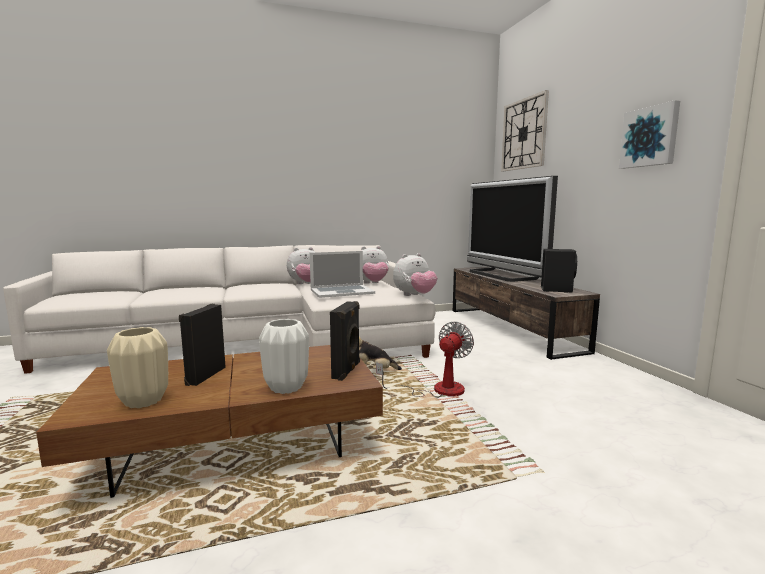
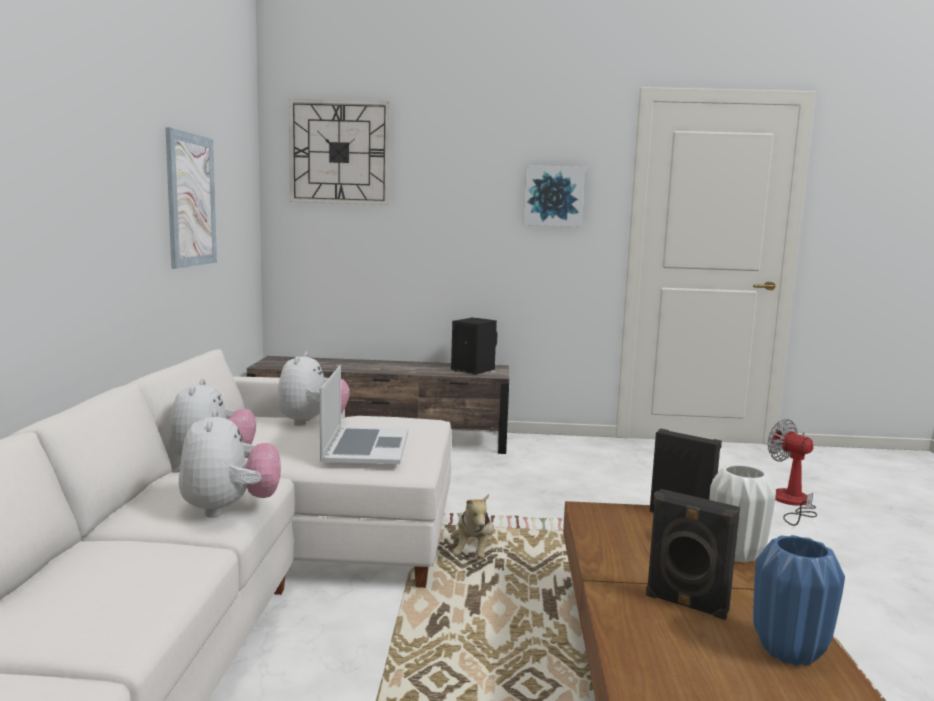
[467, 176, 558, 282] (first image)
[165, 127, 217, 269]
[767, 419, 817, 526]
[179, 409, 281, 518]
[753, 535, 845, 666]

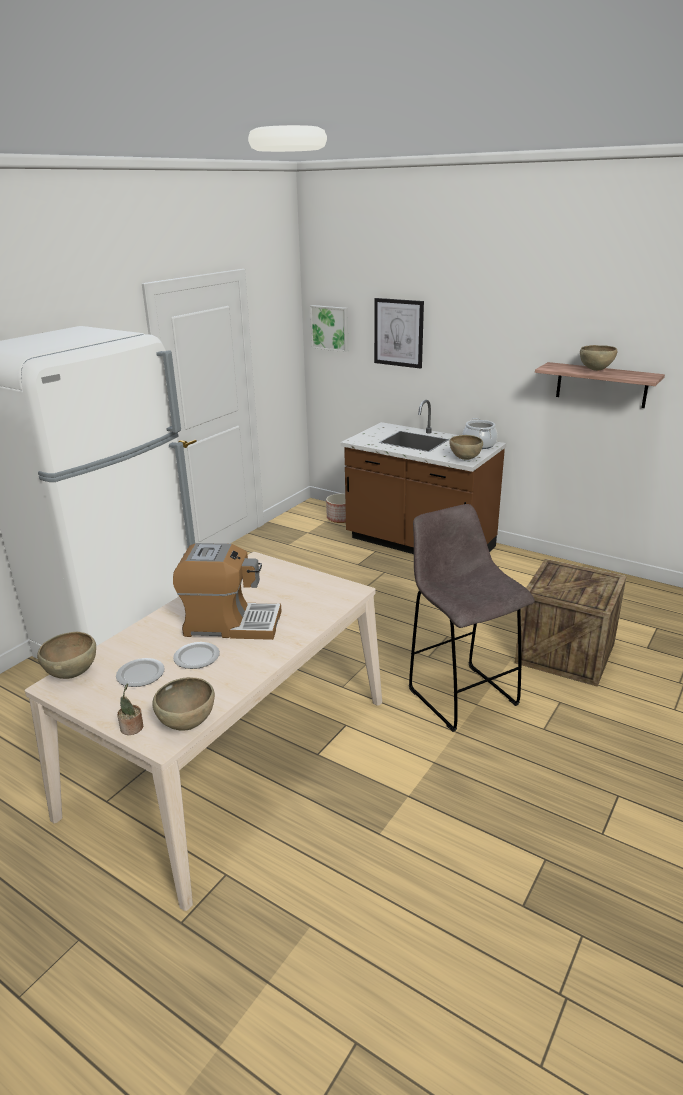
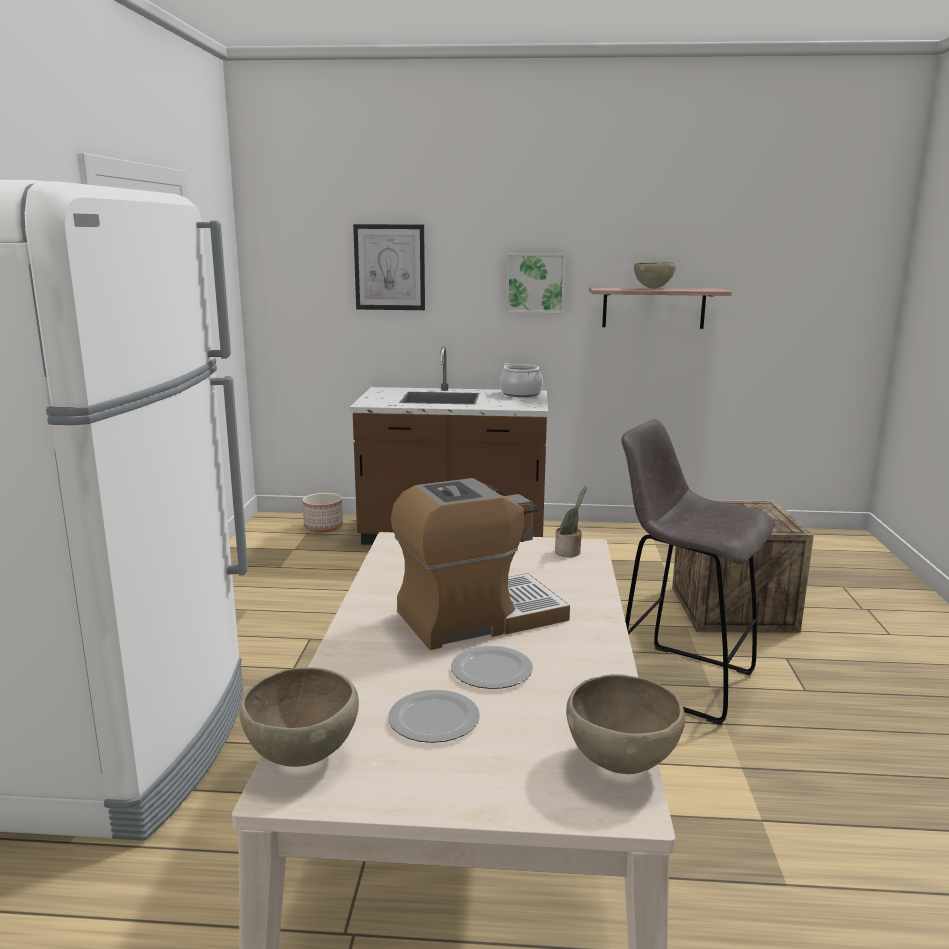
[449, 435, 483, 460] (first image)
[555, 486, 587, 557]
[506, 253, 566, 313]

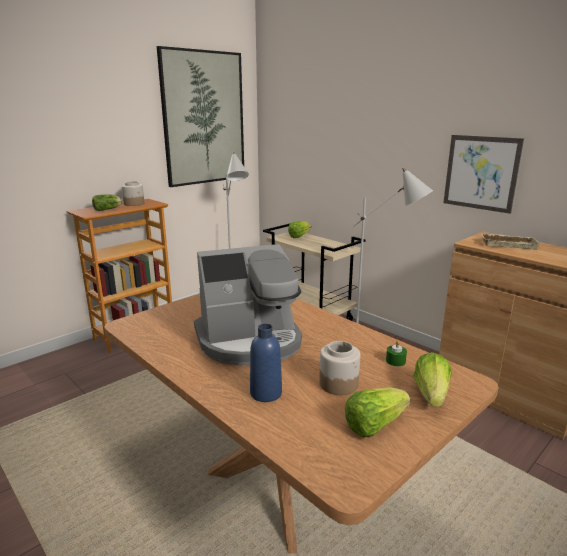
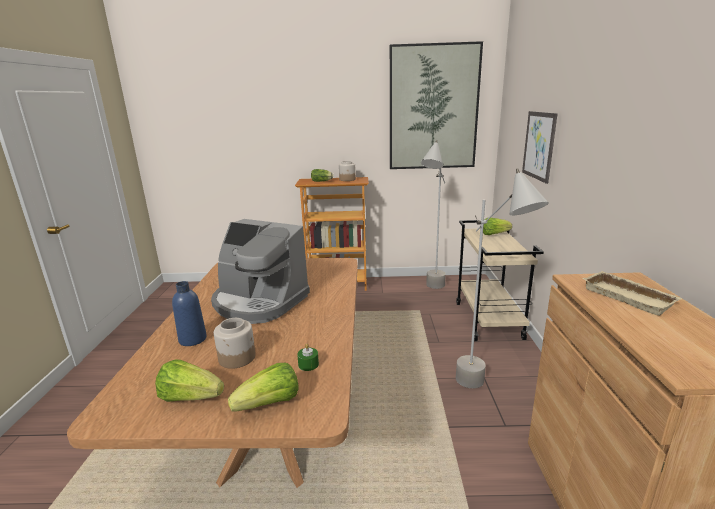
[522, 111, 558, 184]

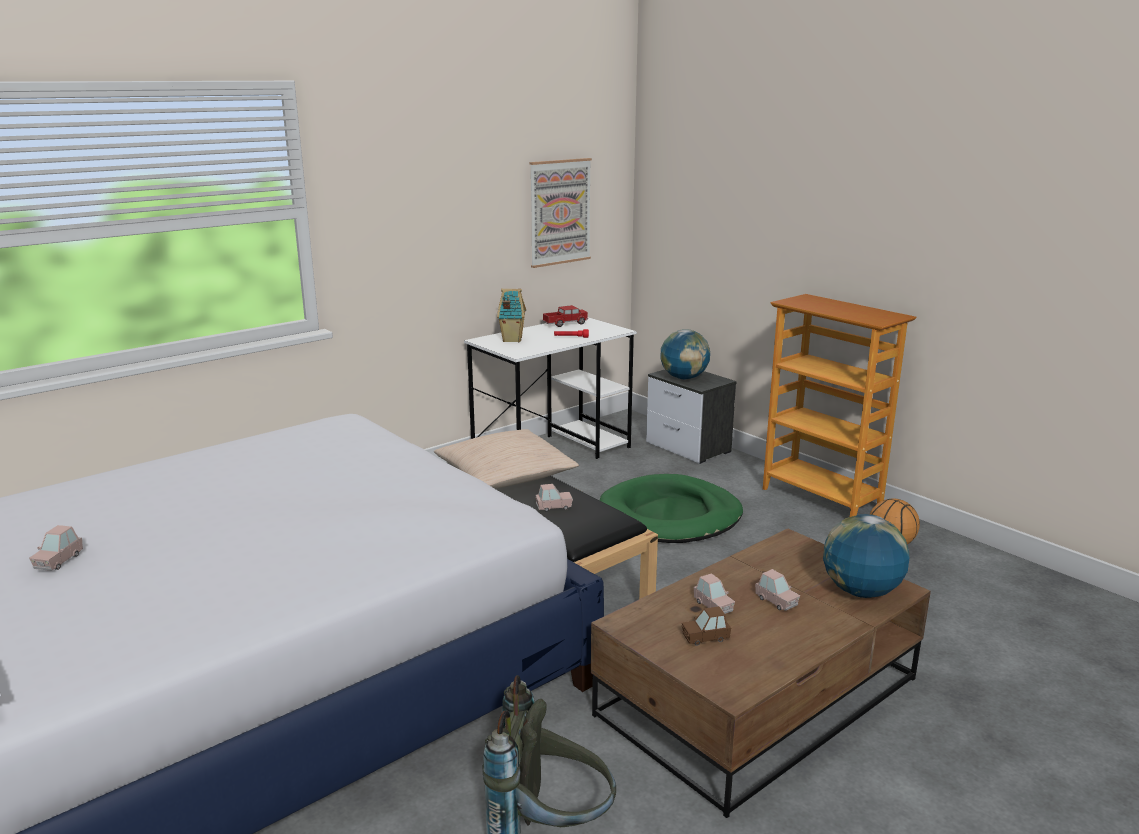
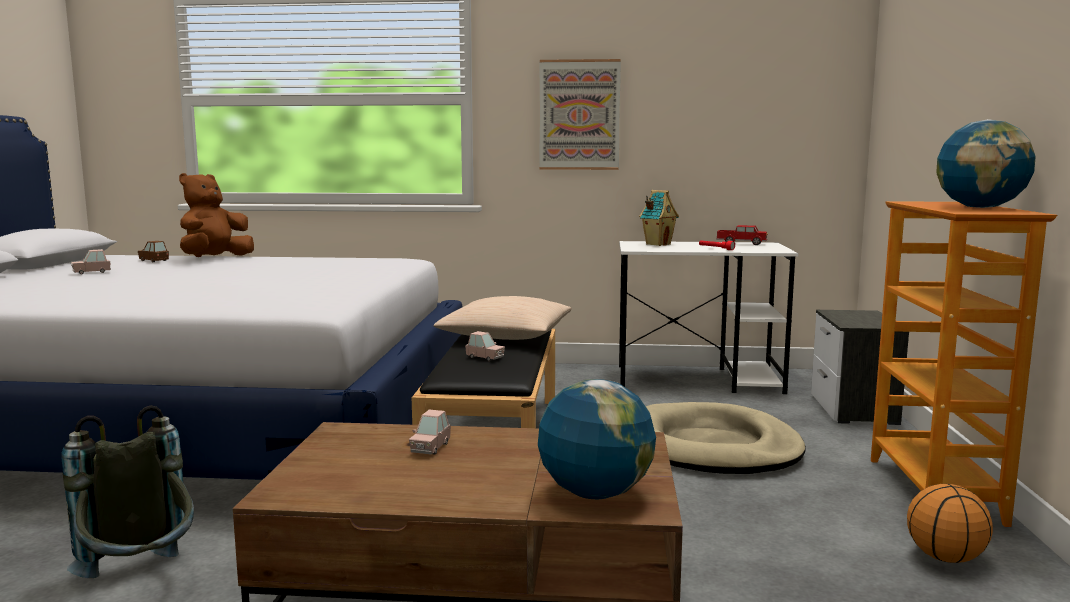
[755, 569, 800, 611] (first image)
[179, 173, 254, 257]
[539, 59, 621, 170]
[936, 119, 1036, 208]
[138, 241, 169, 262]
[646, 402, 806, 474]

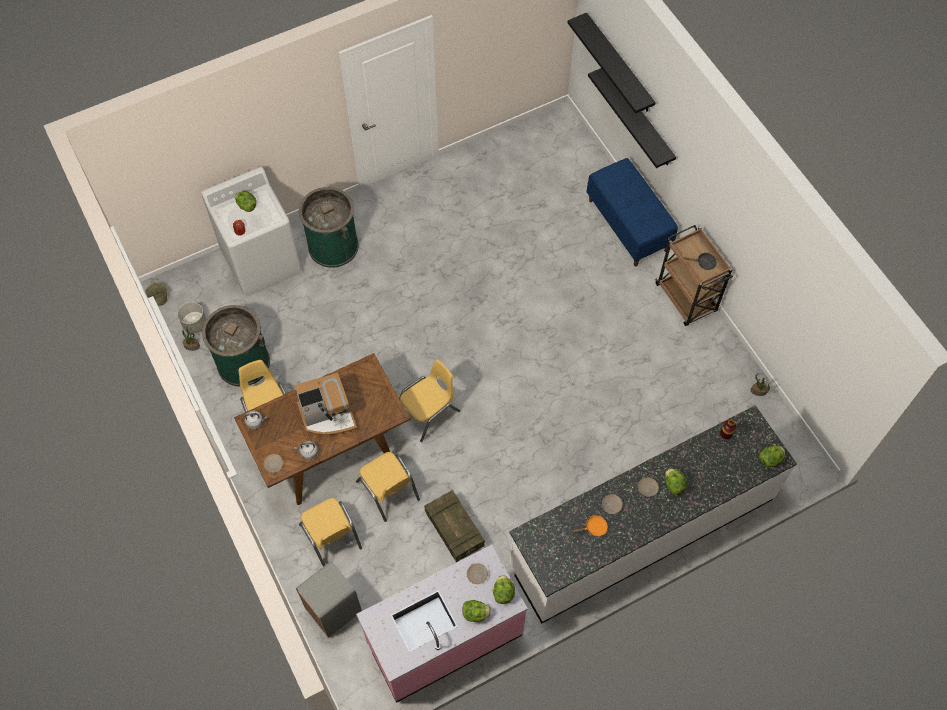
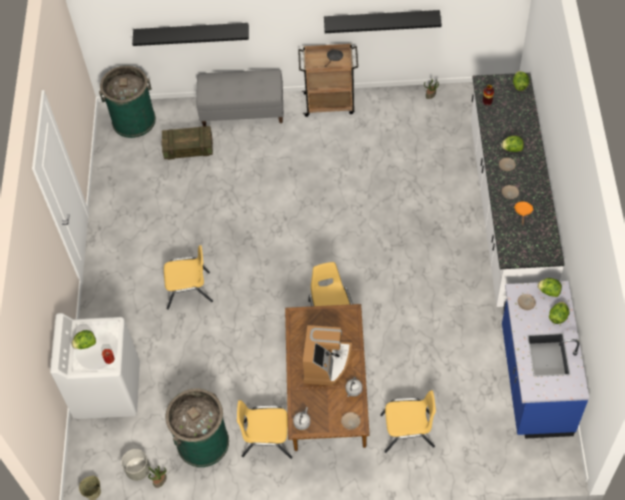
[296, 561, 362, 638] (first image)
[99, 65, 156, 138]
[164, 245, 213, 310]
[161, 126, 213, 160]
[324, 10, 442, 33]
[502, 281, 589, 439]
[196, 69, 284, 127]

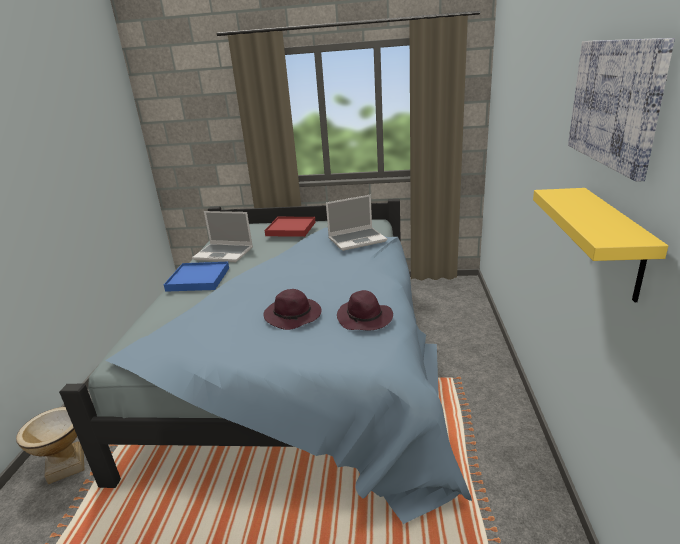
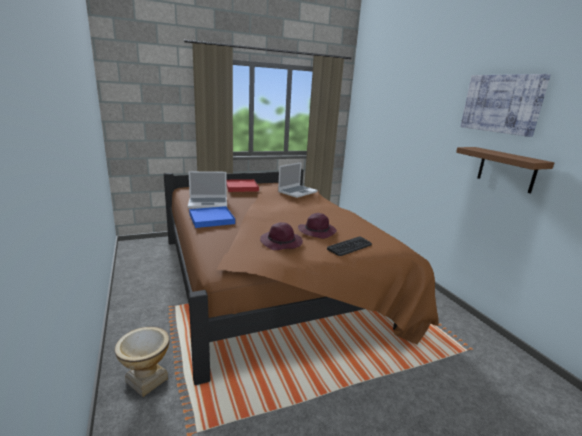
[327, 236, 372, 256]
[260, 222, 303, 250]
[164, 169, 439, 385]
[456, 147, 554, 193]

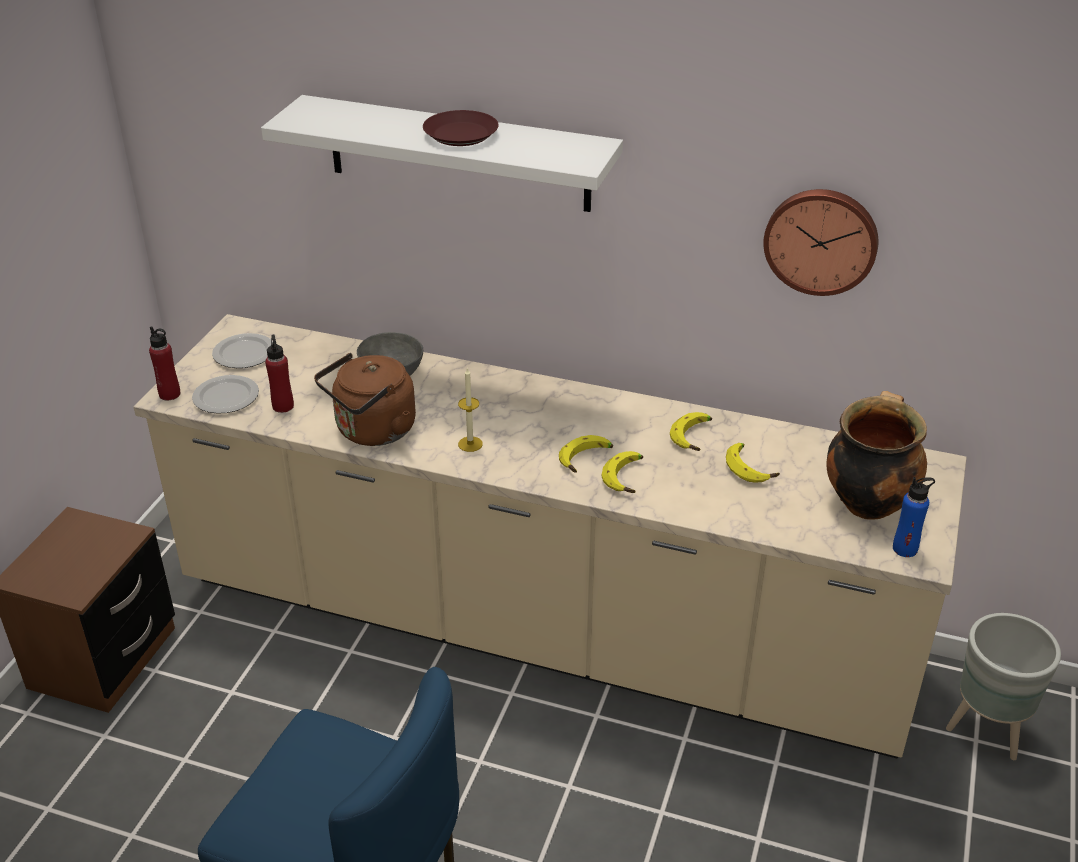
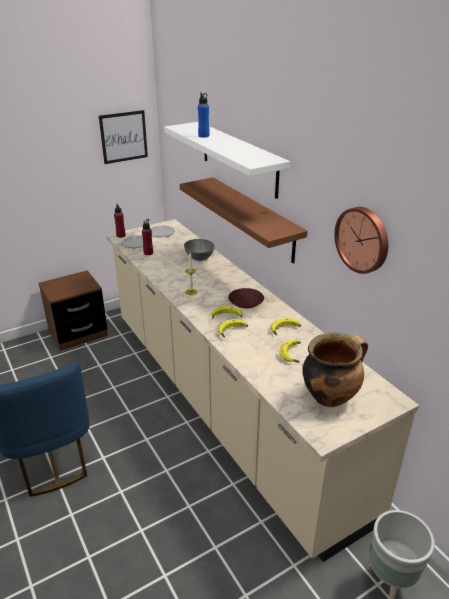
[314, 353, 416, 446] (first image)
[99, 110, 148, 164]
[180, 177, 307, 264]
[228, 288, 264, 308]
[198, 93, 210, 137]

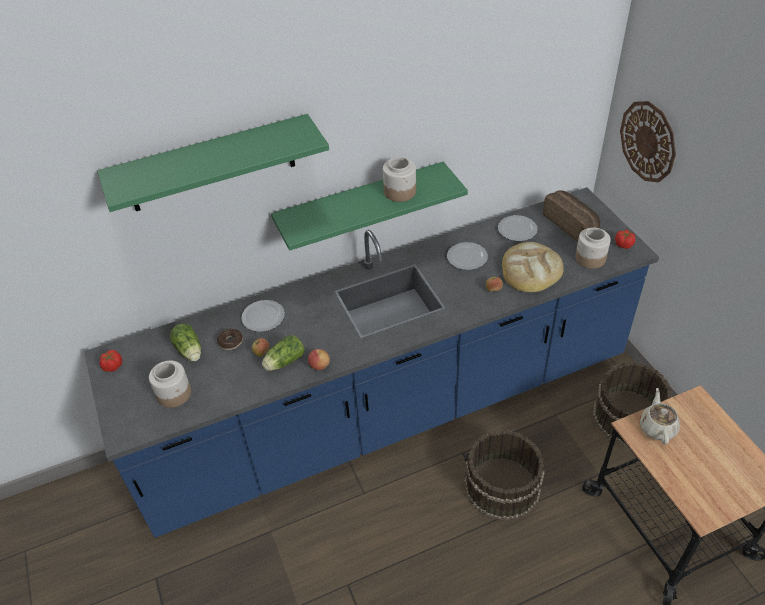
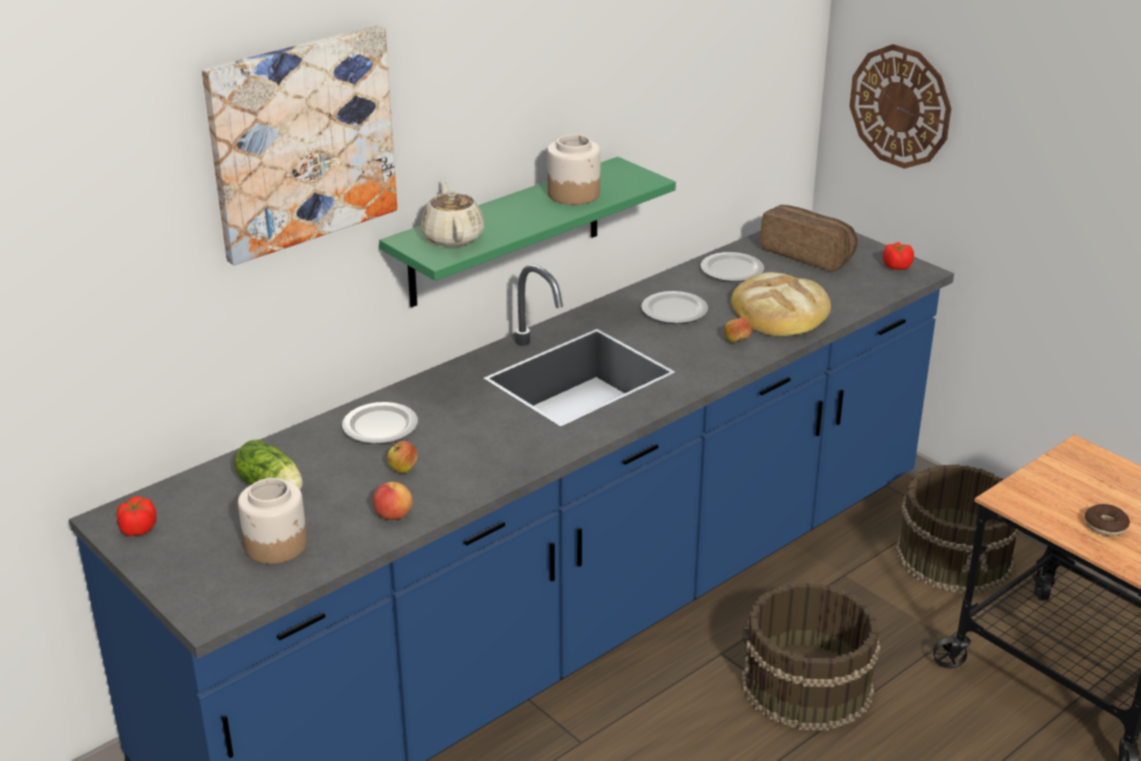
[262, 335, 305, 371] (first image)
[575, 228, 611, 269] (first image)
[1085, 504, 1130, 536]
[373, 482, 413, 520]
[421, 181, 484, 247]
[202, 25, 397, 265]

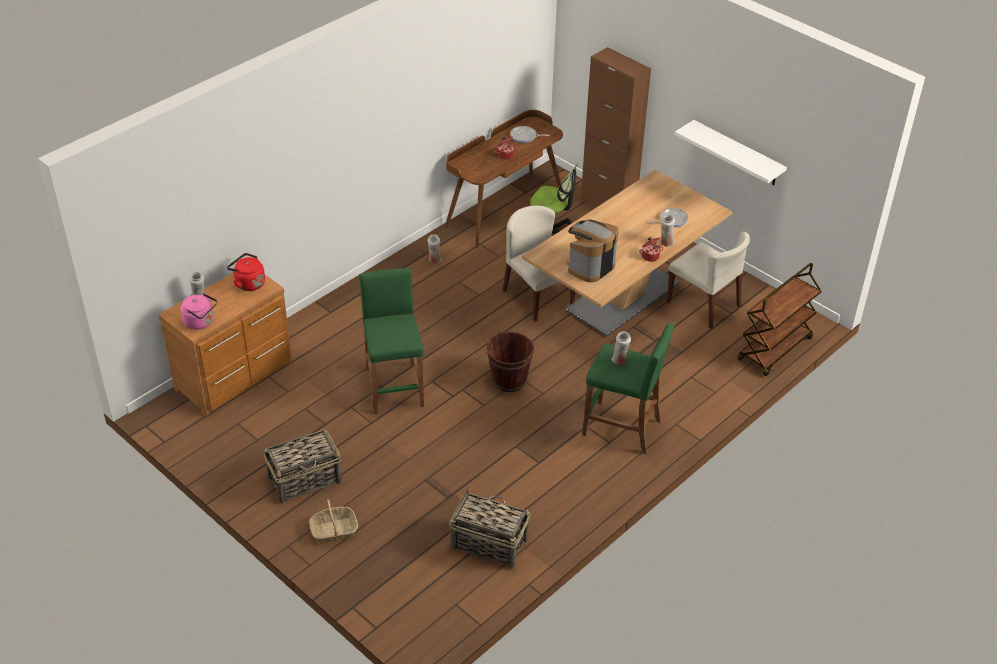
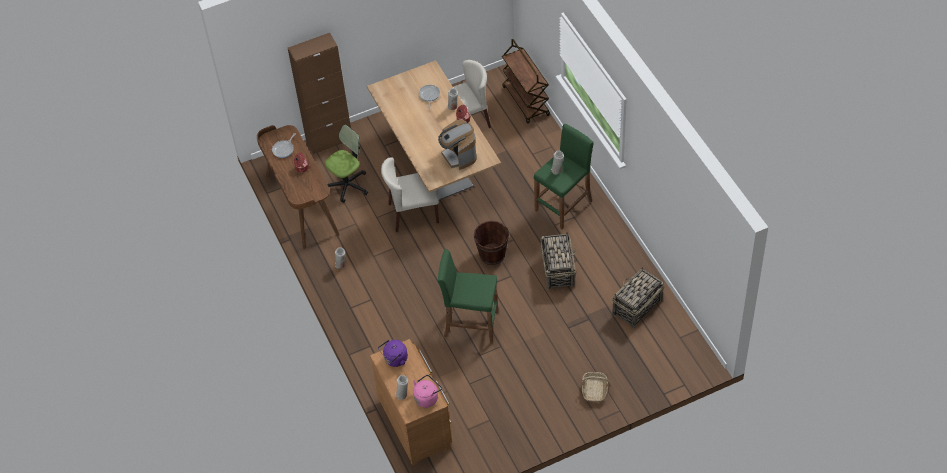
[674, 120, 787, 185] (first image)
[541, 232, 576, 290]
[378, 340, 408, 367]

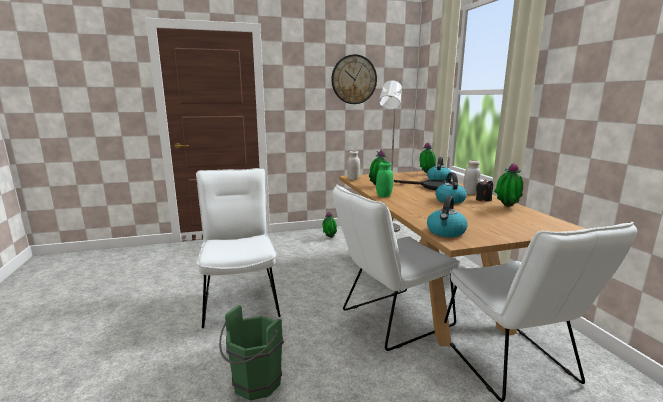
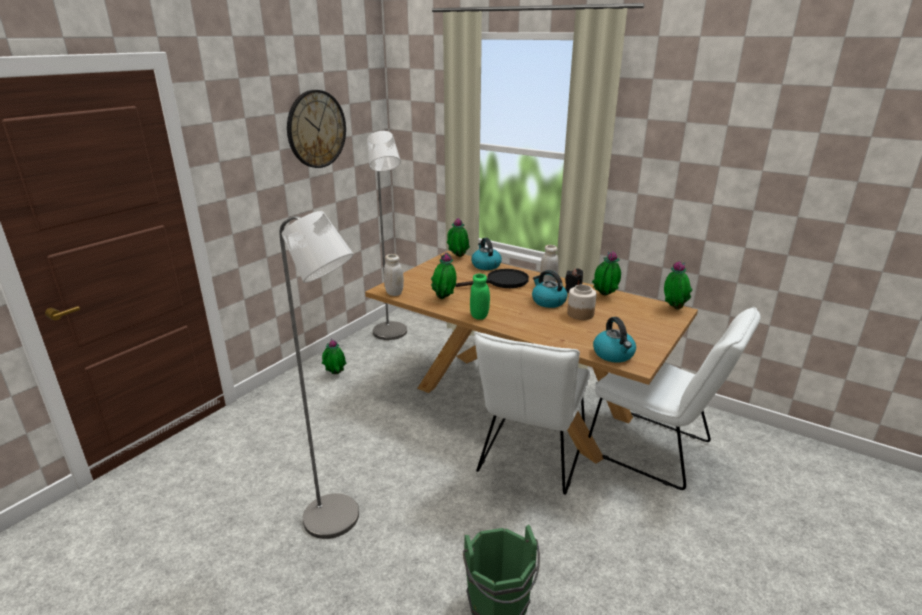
[567, 285, 597, 320]
[664, 261, 692, 310]
[280, 211, 359, 539]

